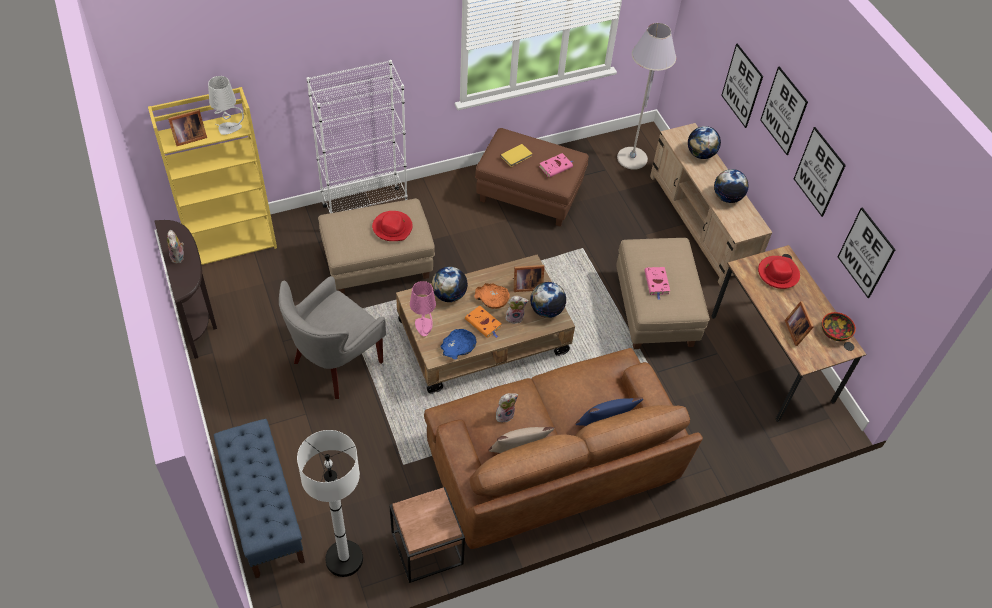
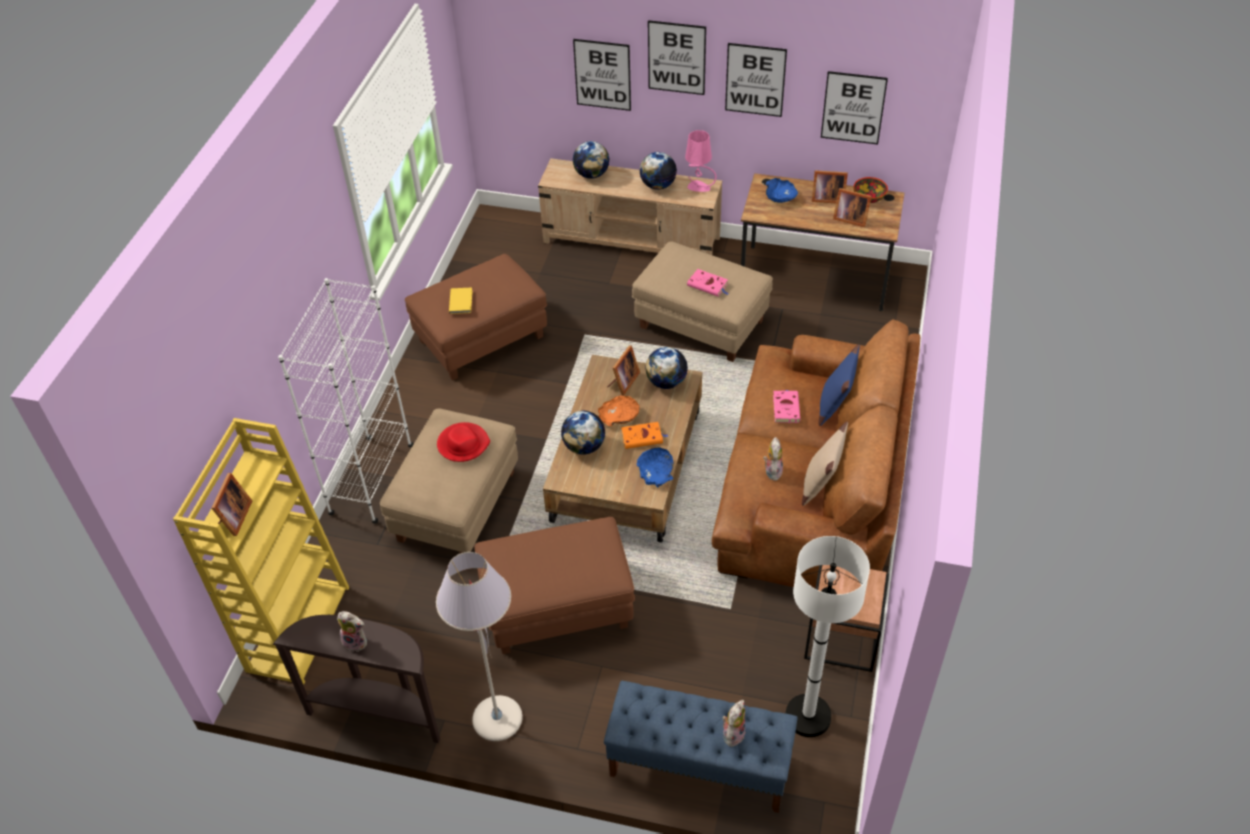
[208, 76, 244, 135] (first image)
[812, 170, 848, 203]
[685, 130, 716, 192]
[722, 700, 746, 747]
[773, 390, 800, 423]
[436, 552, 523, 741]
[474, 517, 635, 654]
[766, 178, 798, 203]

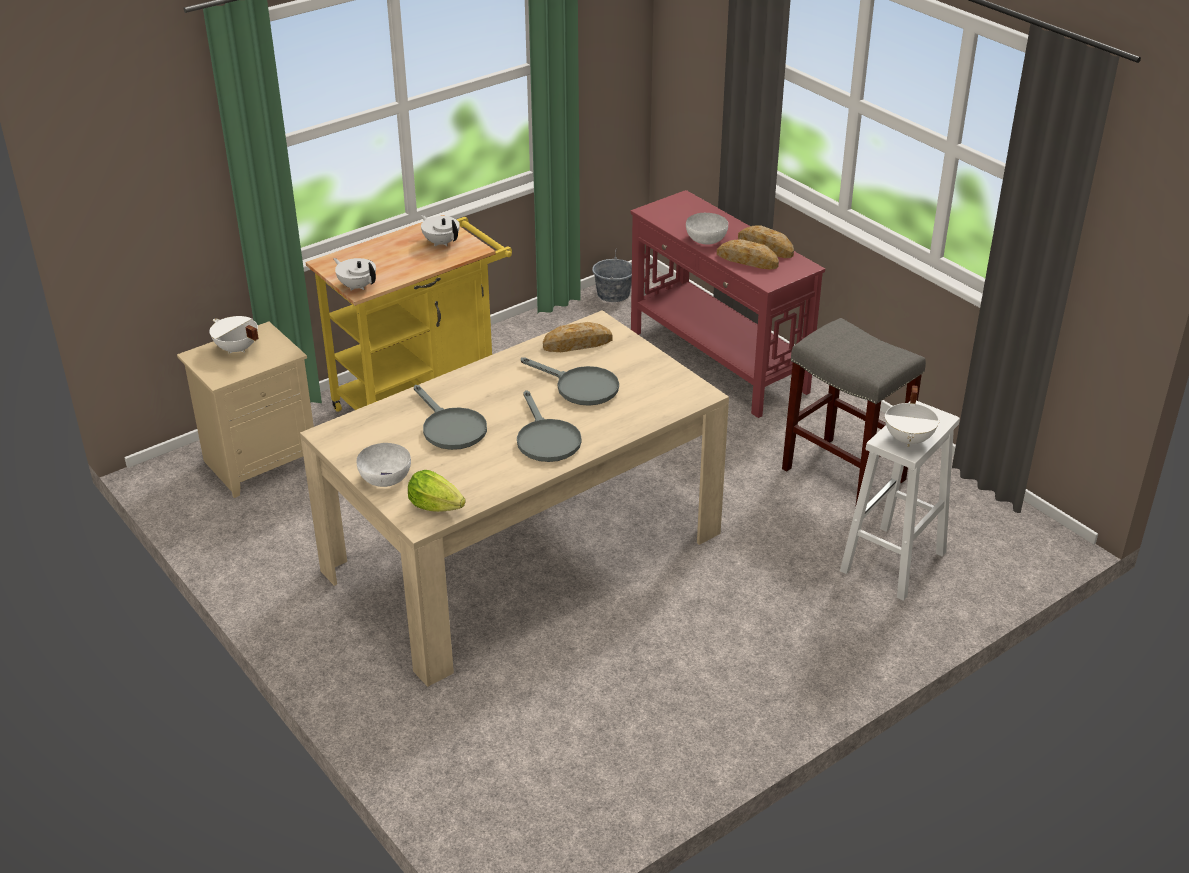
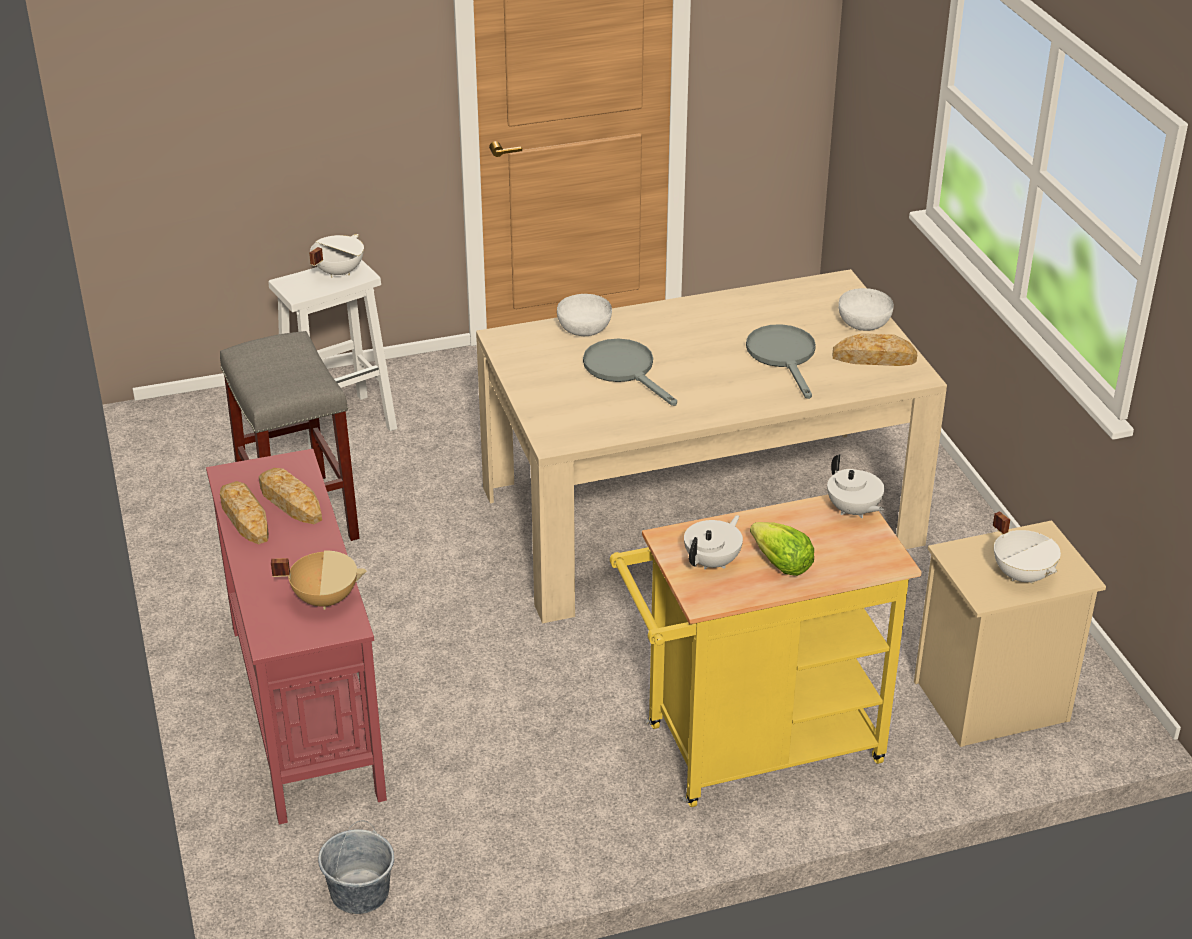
[517, 390, 582, 462] (first image)
[271, 551, 366, 610]
[750, 522, 814, 576]
[833, 333, 917, 366]
[557, 294, 612, 336]
[684, 515, 743, 569]

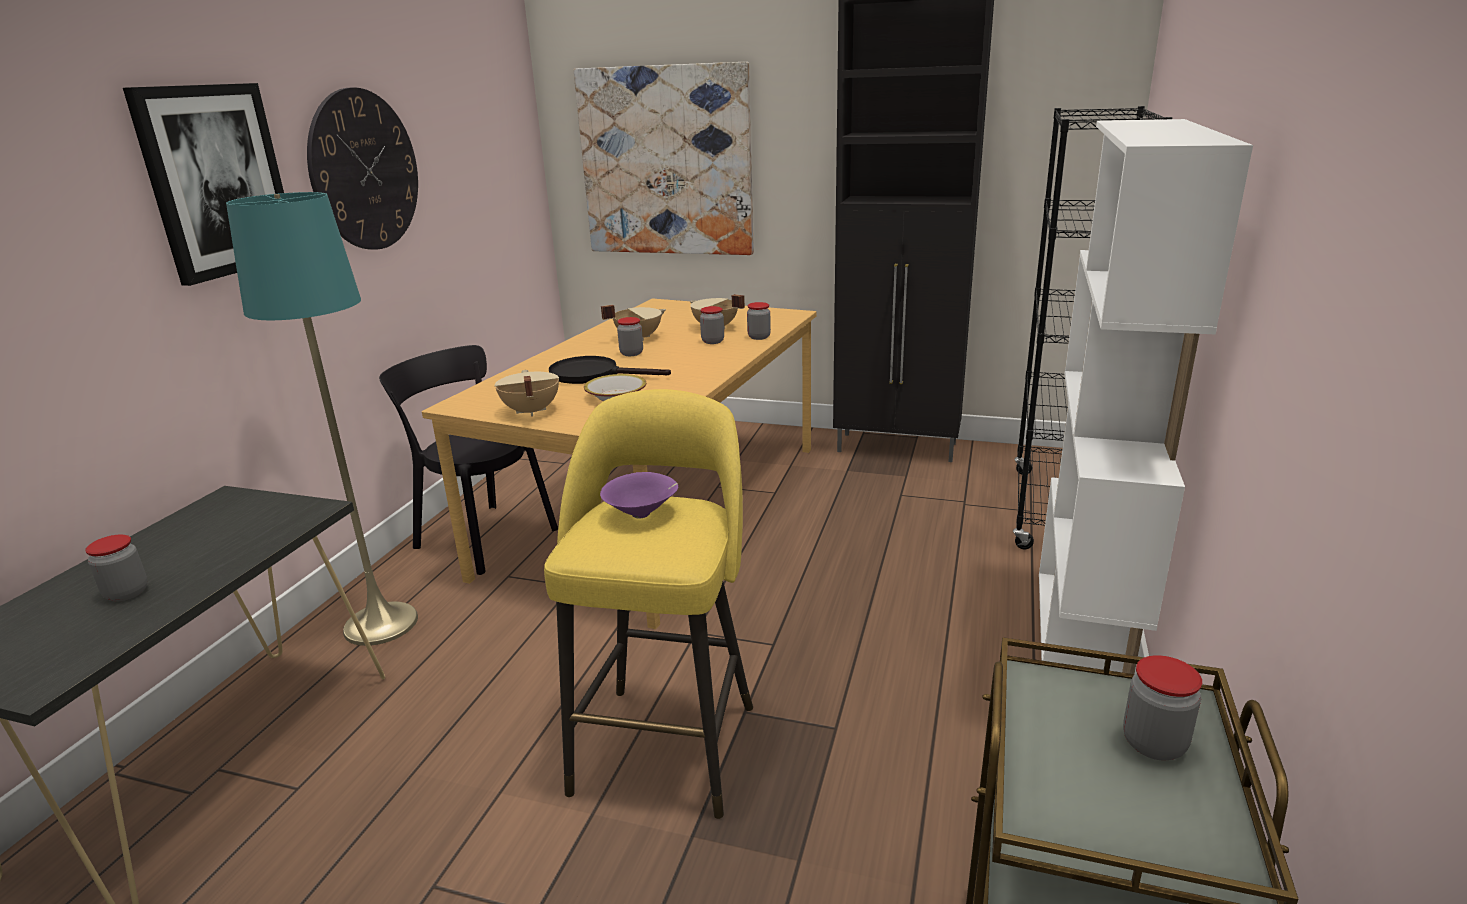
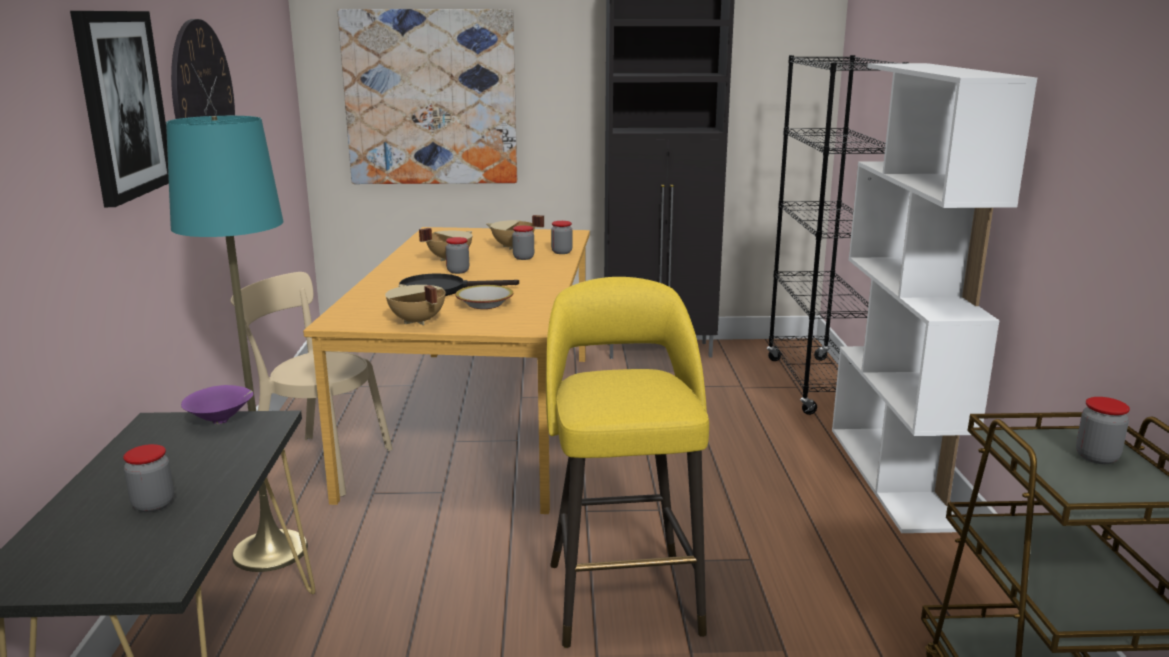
[181, 385, 253, 424]
[230, 272, 393, 496]

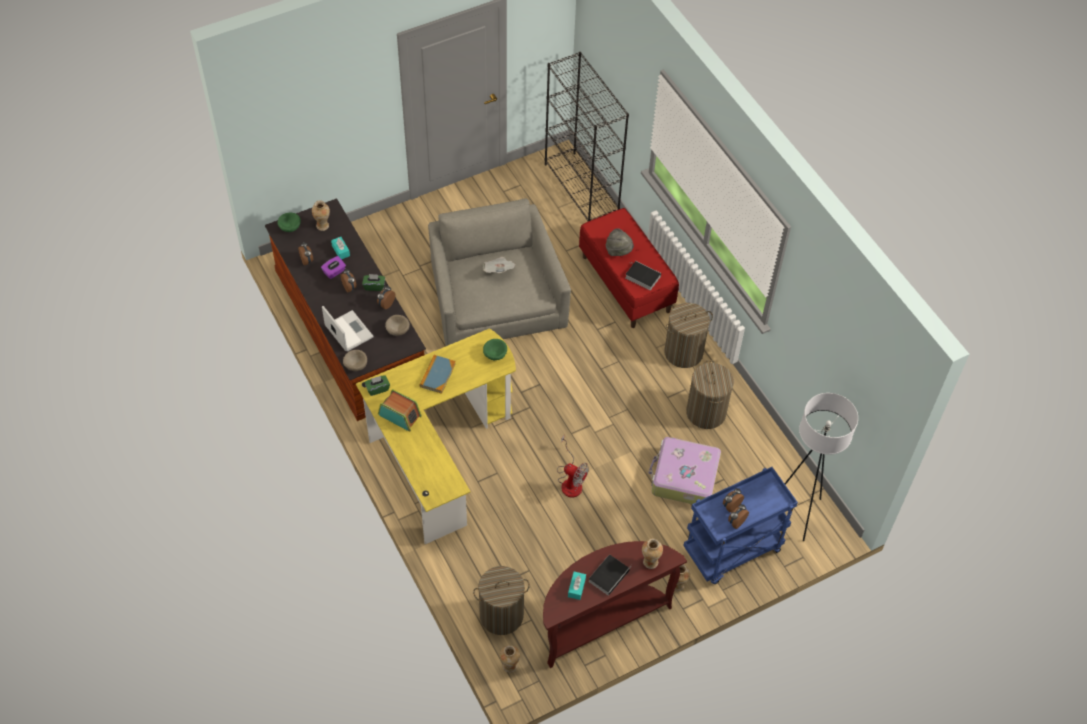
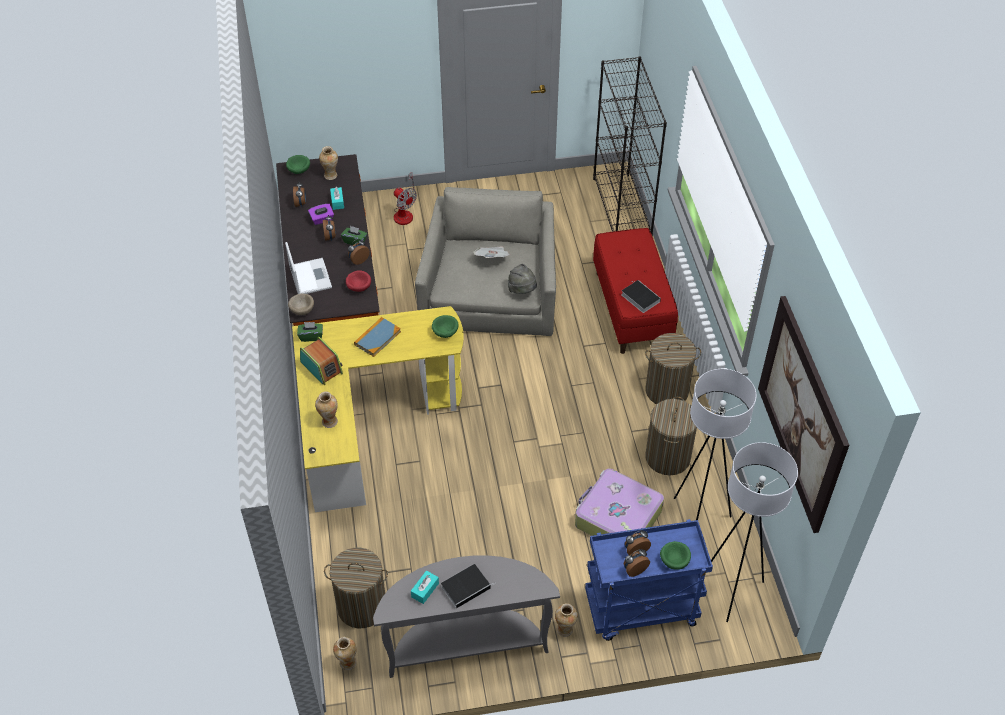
[660, 541, 691, 570]
[674, 369, 756, 520]
[758, 296, 849, 533]
[394, 172, 417, 225]
[508, 264, 537, 294]
[315, 391, 338, 428]
[346, 270, 371, 292]
[373, 555, 560, 678]

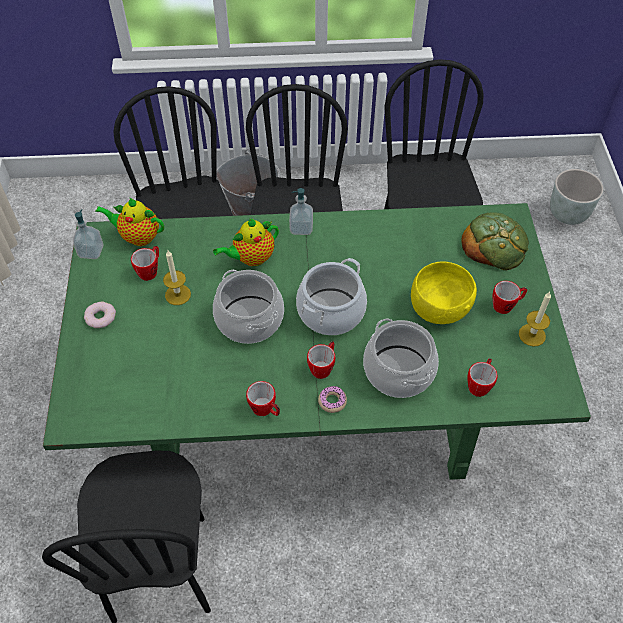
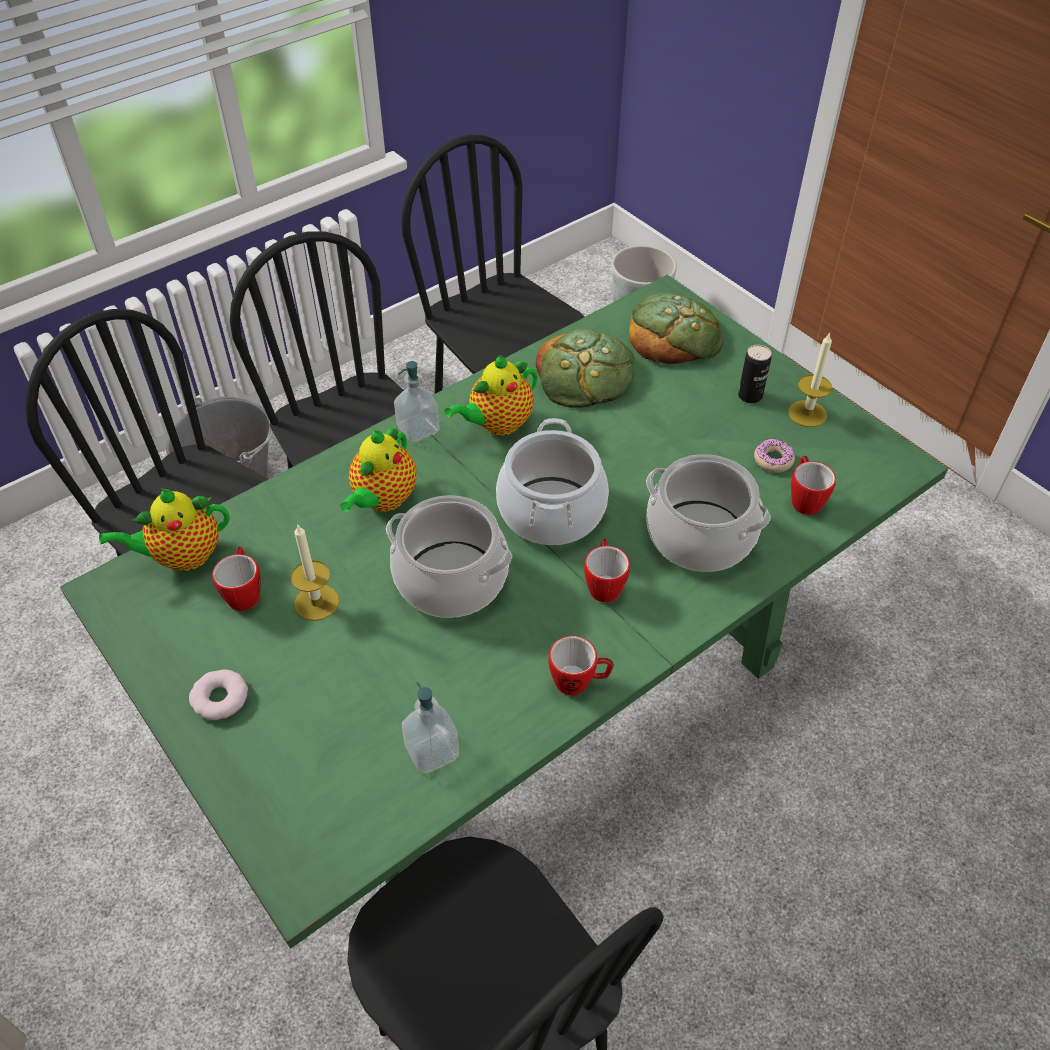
[411, 261, 477, 324] (first image)
[444, 355, 538, 436]
[536, 329, 634, 408]
[402, 682, 459, 773]
[754, 438, 795, 473]
[738, 345, 772, 403]

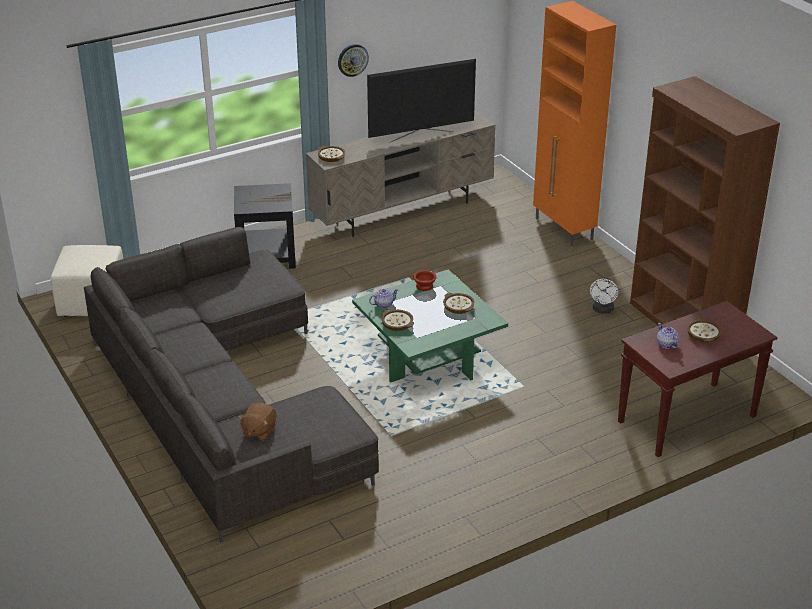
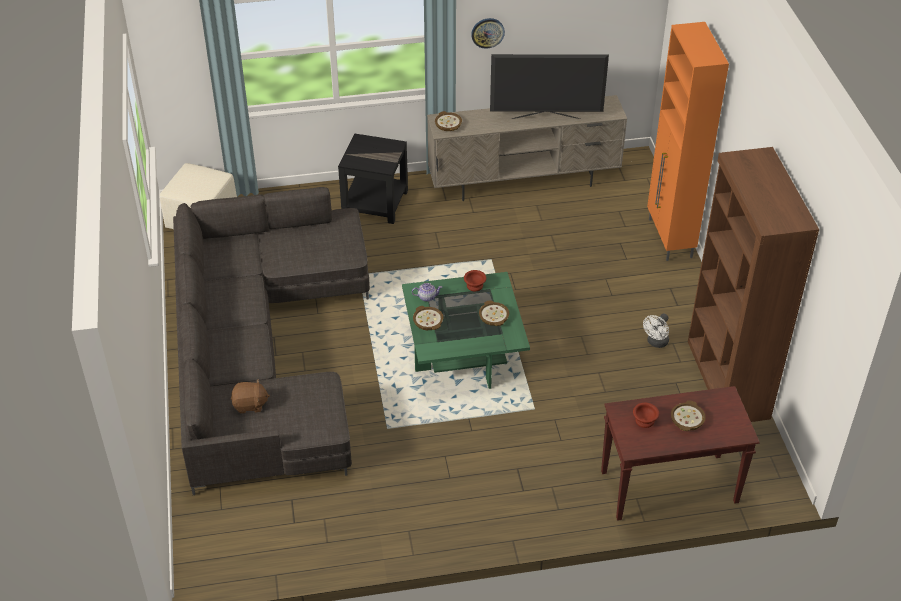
[633, 403, 659, 428]
[231, 379, 270, 414]

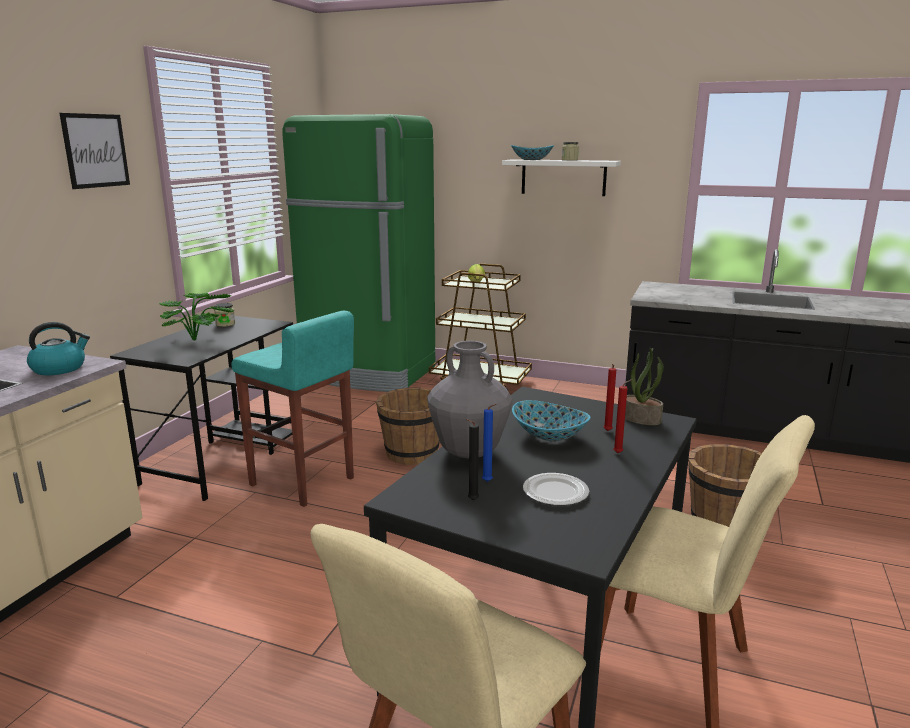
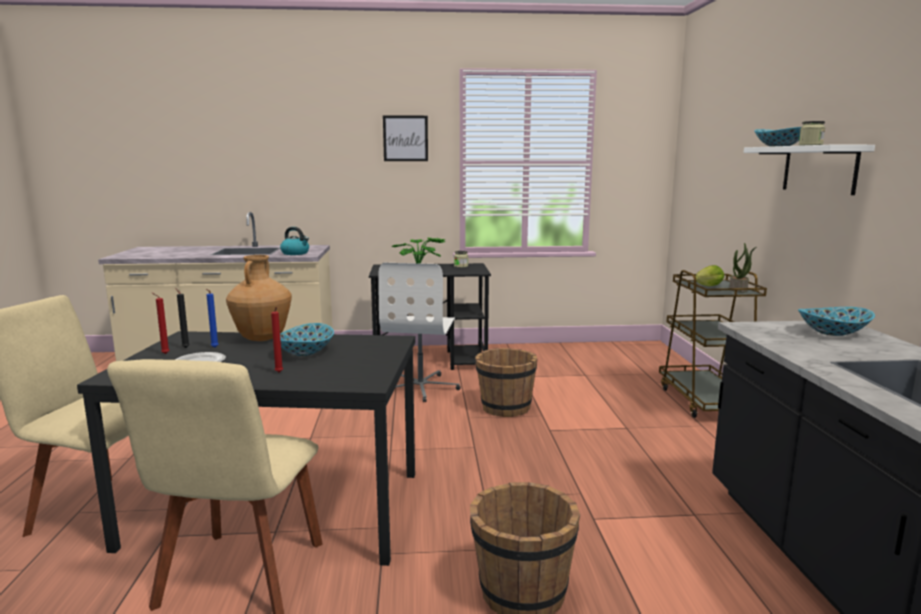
[282, 114, 435, 392] (first image)
[798, 307, 875, 336]
[152, 293, 170, 354]
[729, 243, 756, 293]
[378, 263, 461, 402]
[226, 255, 292, 341]

